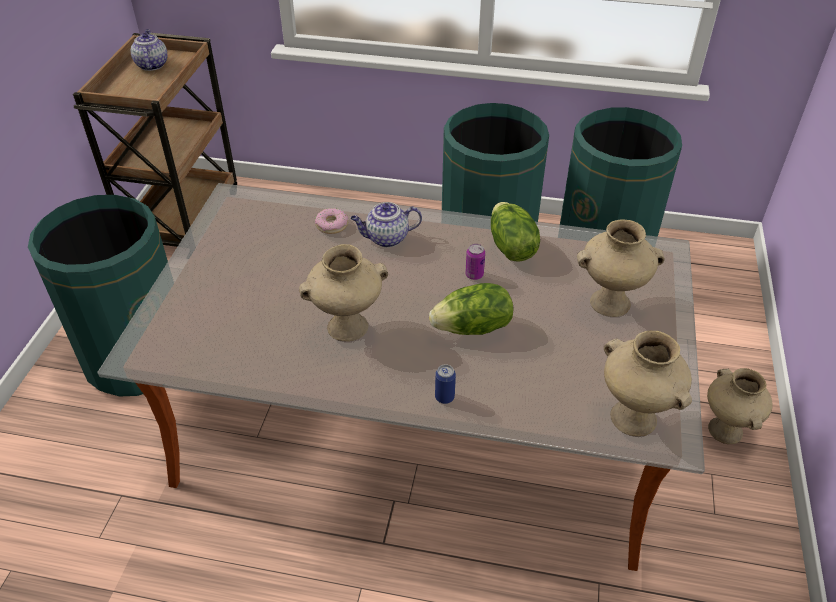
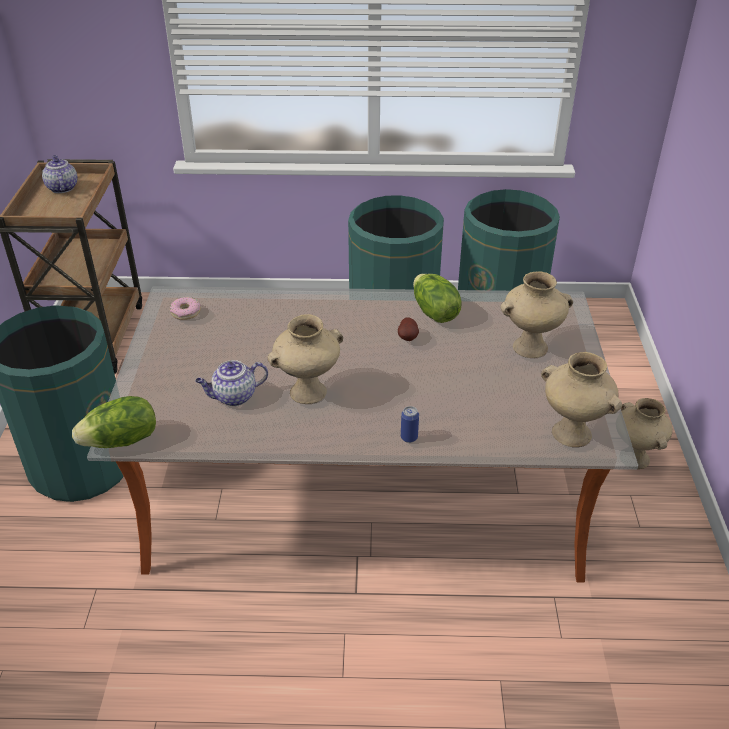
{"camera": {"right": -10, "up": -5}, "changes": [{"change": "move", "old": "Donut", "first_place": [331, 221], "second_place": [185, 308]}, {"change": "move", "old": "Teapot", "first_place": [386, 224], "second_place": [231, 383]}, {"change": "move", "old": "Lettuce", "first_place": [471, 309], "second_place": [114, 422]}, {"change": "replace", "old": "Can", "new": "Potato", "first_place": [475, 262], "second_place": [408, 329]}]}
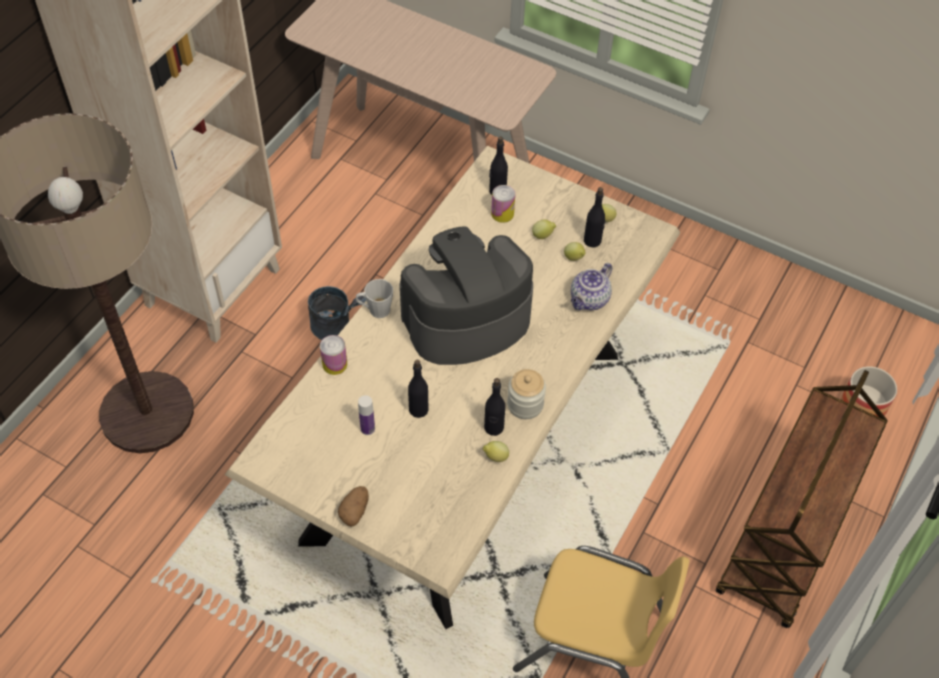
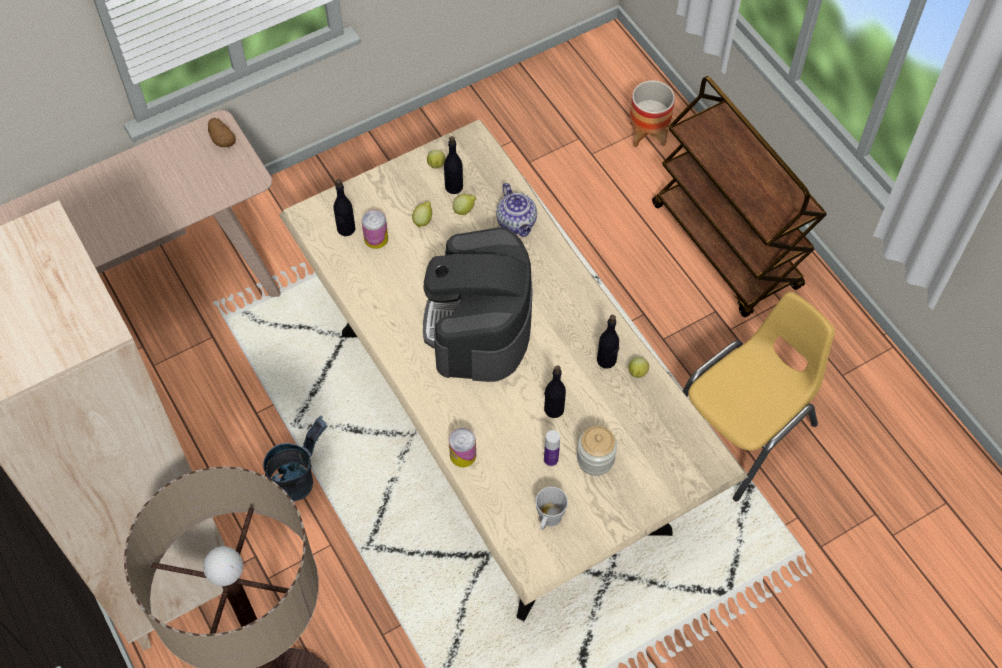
{"camera": {"right": -60, "up": 5}, "changes": [{"change": "move", "old": "Potato", "first_place": [353, 506], "second_place": [222, 132]}, {"change": "move", "old": "GreyMug", "first_place": [374, 298], "second_place": [552, 508]}, {"change": "move", "old": "Jar", "first_place": [526, 394], "second_place": [597, 451]}]}
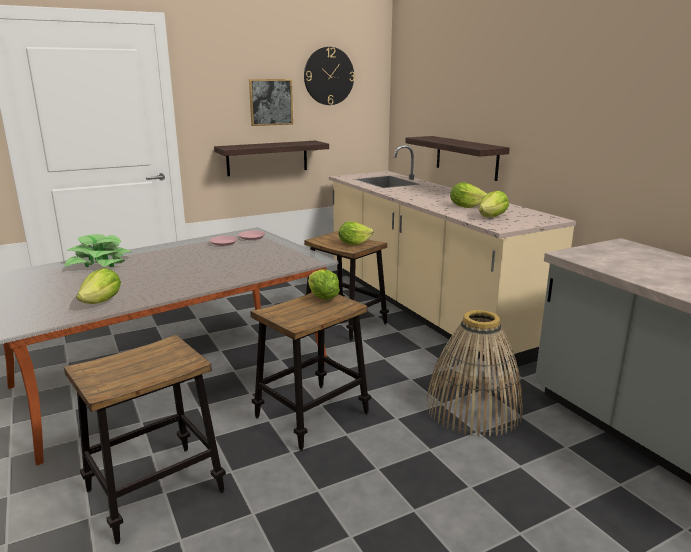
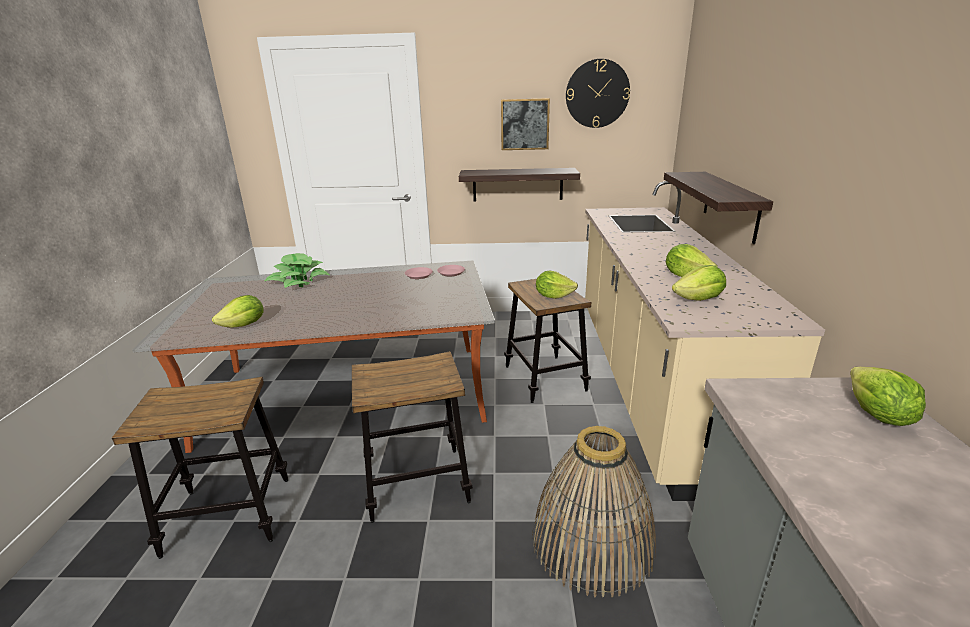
{"camera": {"right": 30, "up": 5}, "changes": [{"change": "move", "old": "Lettuce", "first_place": [324, 284], "second_place": [888, 396]}]}
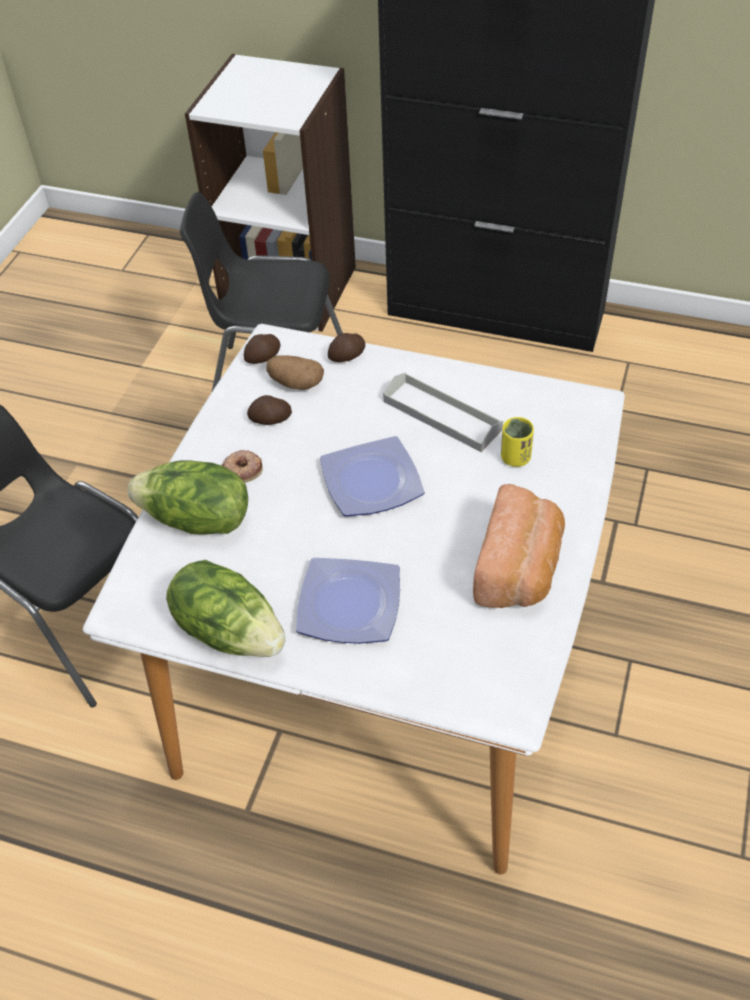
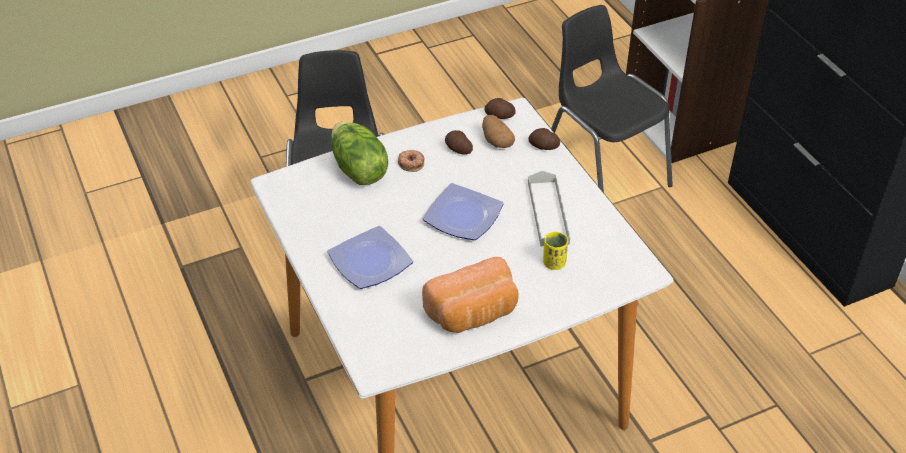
{"camera": {"right": 45, "up": -5}, "changes": [{"change": "delete", "old": "Lettuce", "first_place": [226, 608]}]}
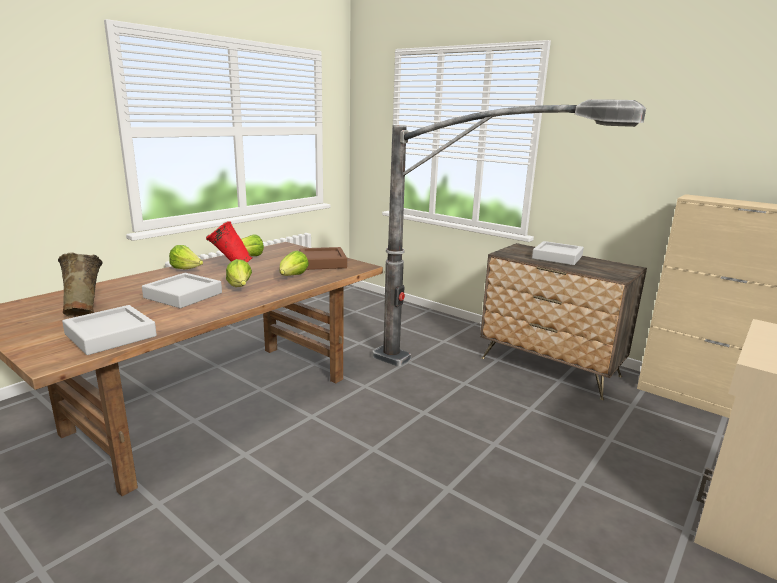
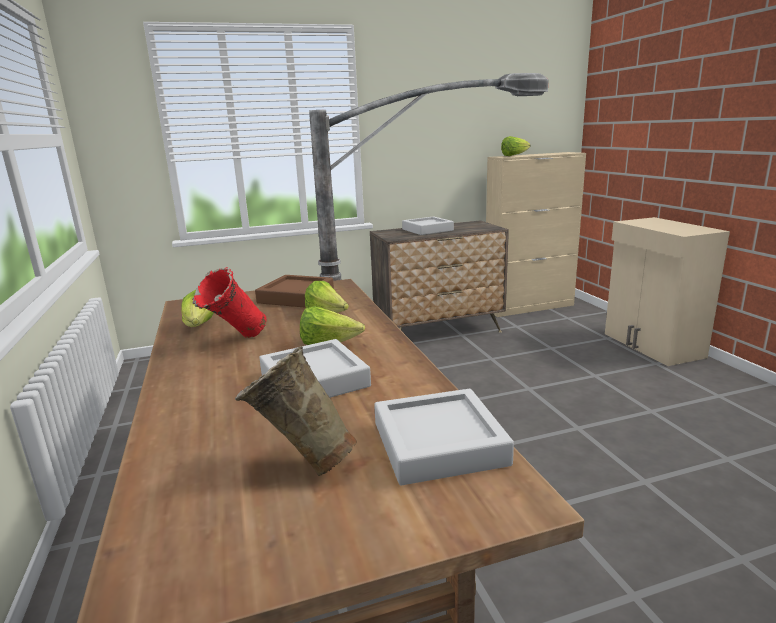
{"camera": {"right": -55, "up": 0}, "changes": [{"change": "move", "old": "Lettuce", "first_place": [186, 257], "second_place": [516, 146]}]}
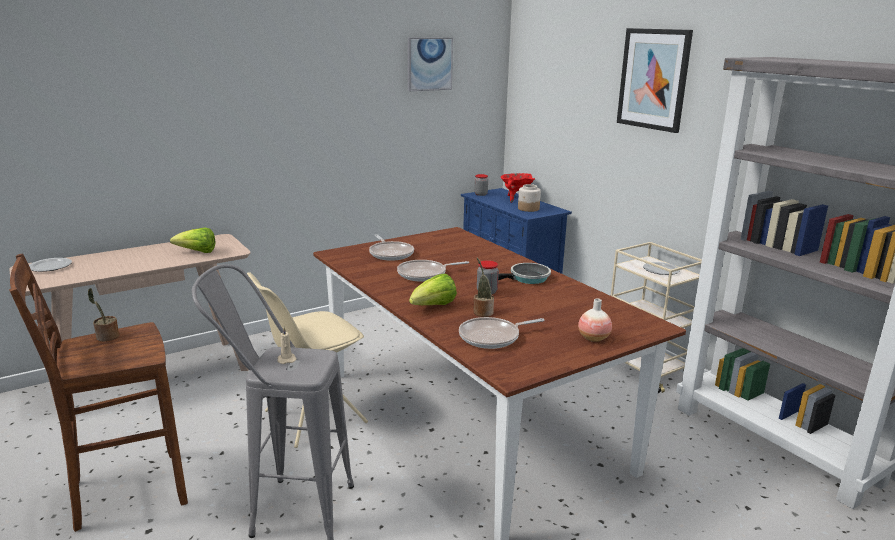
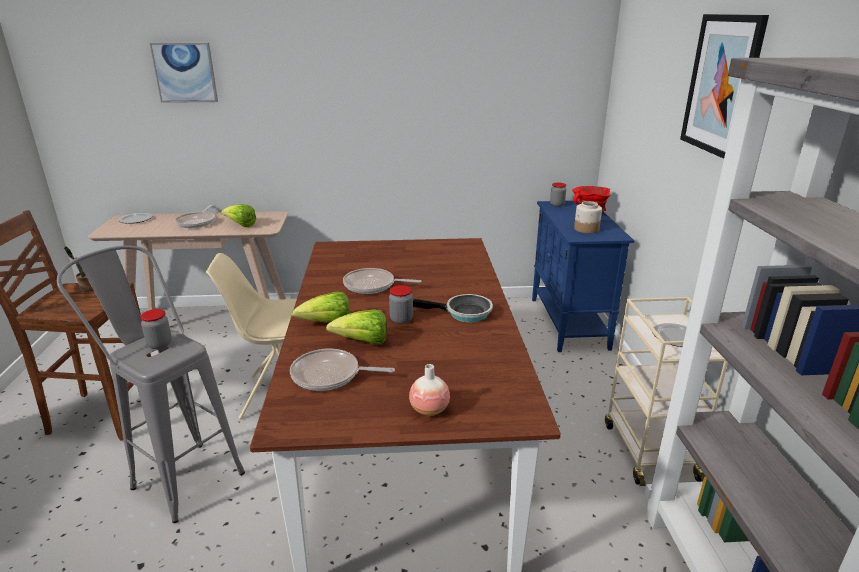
{"camera": {"right": 30, "up": 5}, "changes": [{"change": "replace", "old": "BeigeCandle", "new": "Jar", "first_place": [286, 345], "second_place": [156, 329]}, {"change": "move", "old": "FryingPan", "first_place": [391, 247], "second_place": [195, 216]}, {"change": "move", "old": "Picture", "first_place": [430, 64], "second_place": [184, 73]}, {"change": "replace", "old": "PottedPlant", "new": "Lettuce", "first_place": [484, 287], "second_place": [356, 327]}]}
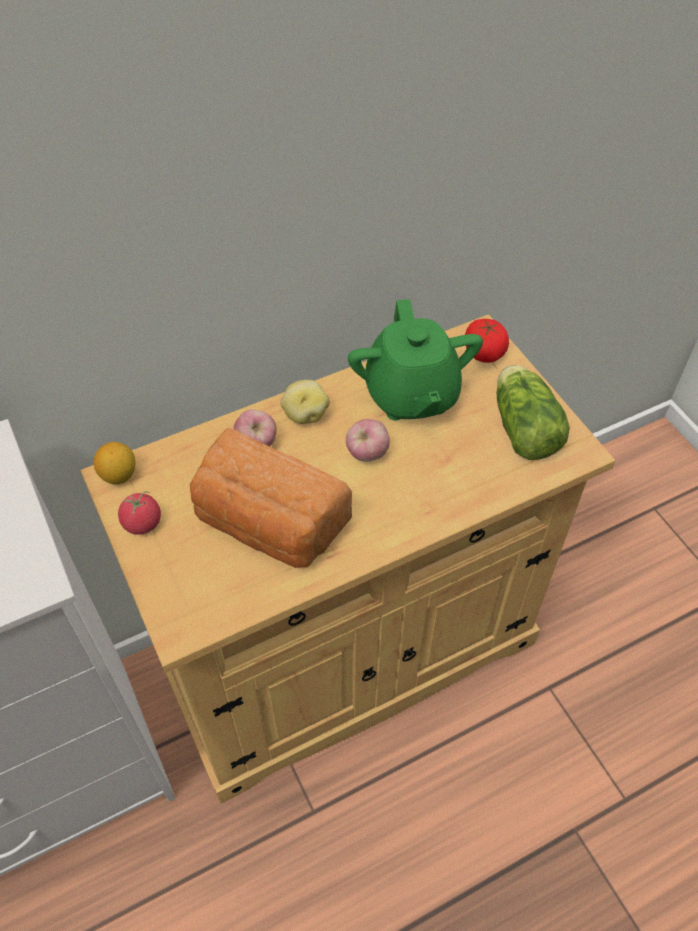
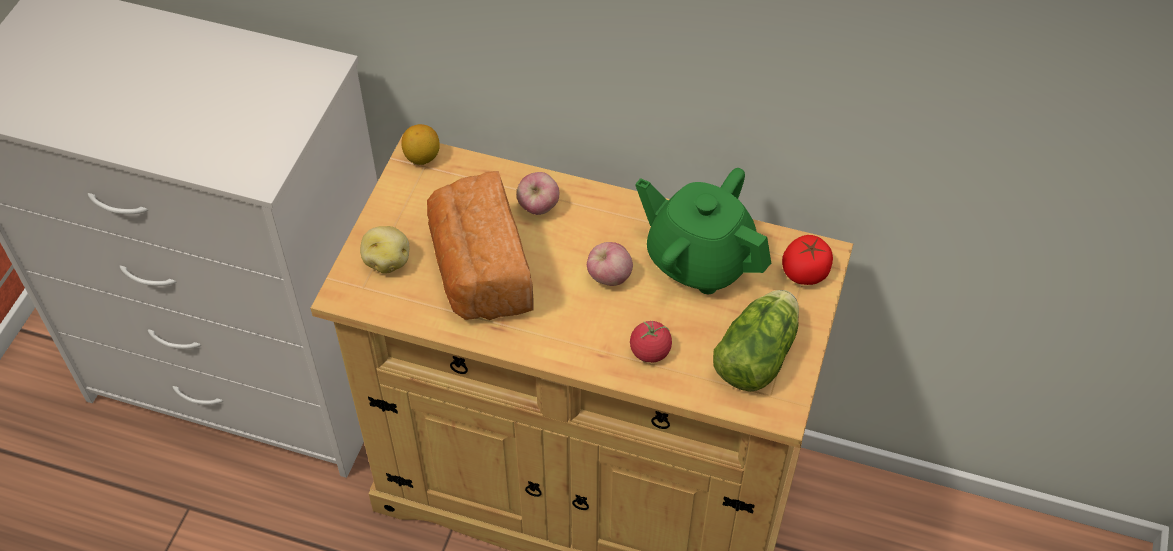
{"camera": {"right": 45, "up": 0}, "changes": [{"change": "move", "old": "Tomato", "first_place": [139, 513], "second_place": [651, 342]}, {"change": "move", "old": "Potato", "first_place": [305, 402], "second_place": [384, 250]}, {"change": "rotate", "old": "GreenTeapot", "first_place": [415, 360], "second_place": [703, 231], "degrees": 90}]}
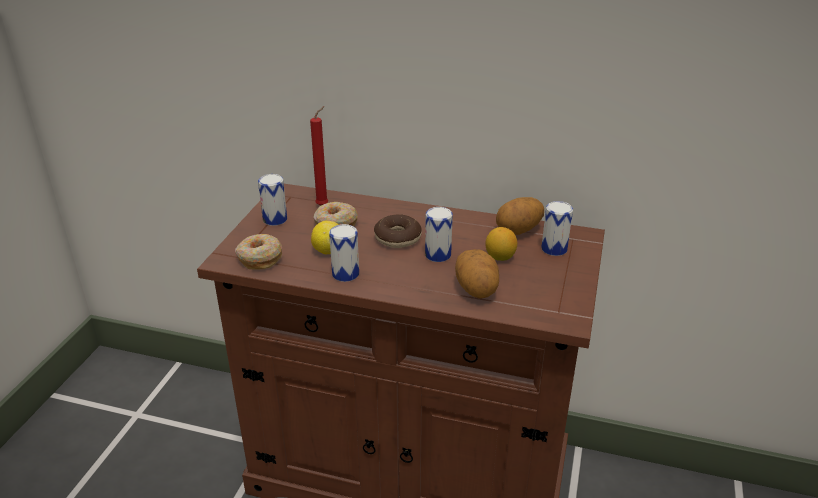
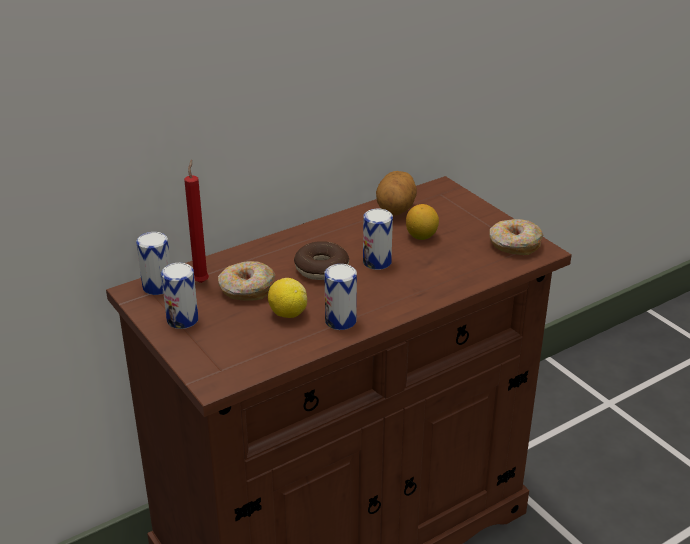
{"camera": {"right": -50, "up": 0}, "changes": [{"change": "move", "old": "Donut", "first_place": [258, 252], "second_place": [516, 237]}, {"change": "delete", "old": "Potato", "first_place": [477, 274]}, {"change": "move", "old": "Can", "first_place": [557, 228], "second_place": [153, 263]}]}
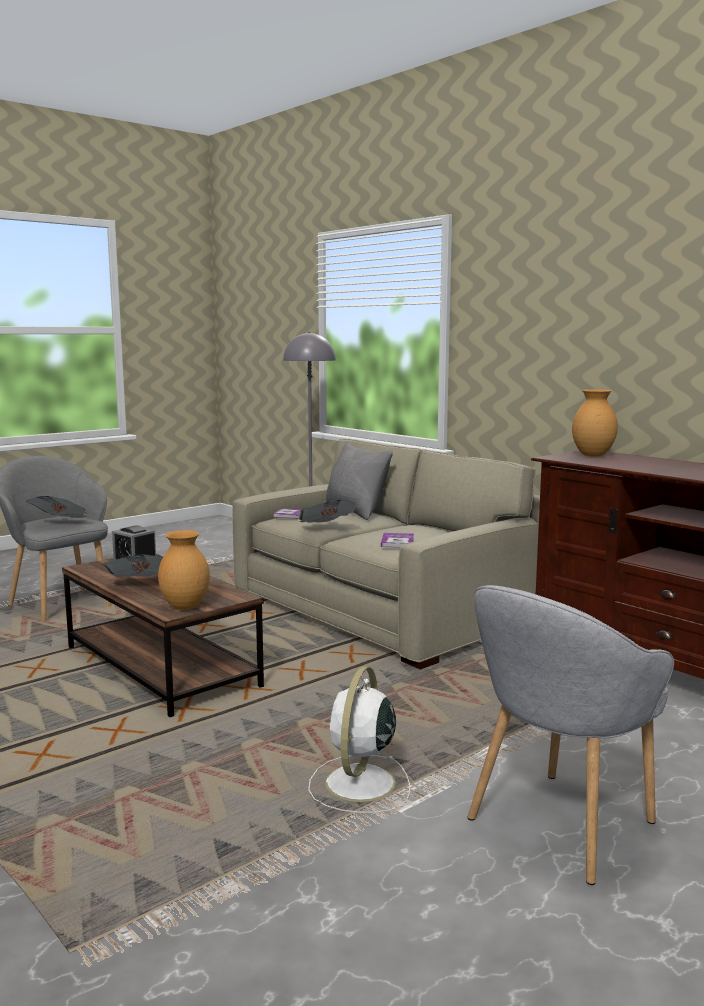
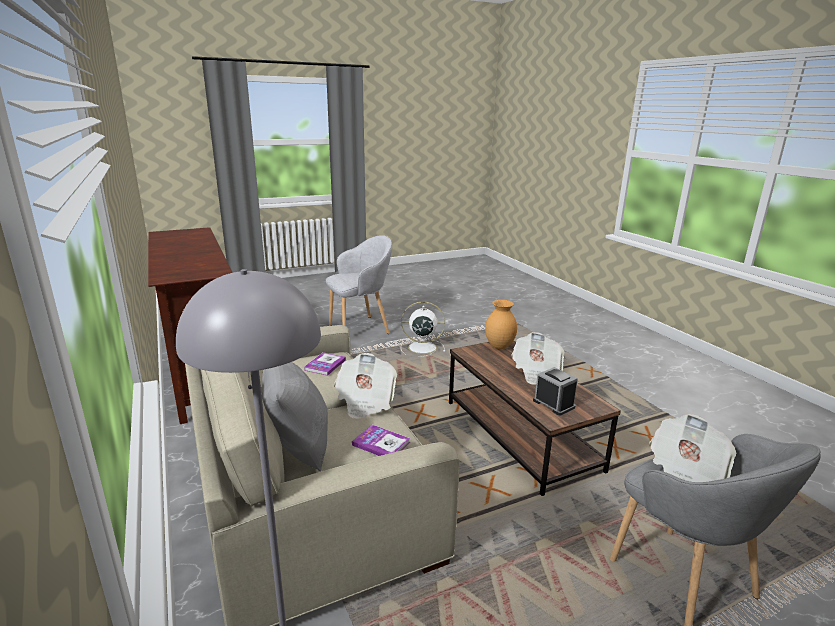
{"camera": {"right": -165, "up": 10}, "changes": [{"change": "rotate", "old": "WhiteFan", "first_place": [359, 740], "second_place": [423, 329], "degrees": -120}, {"change": "delete", "old": "BrownVase", "first_place": [595, 423]}]}
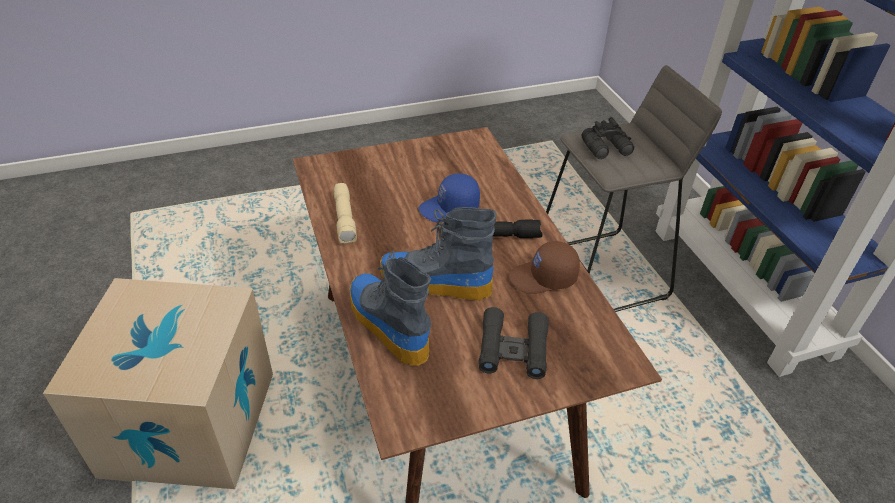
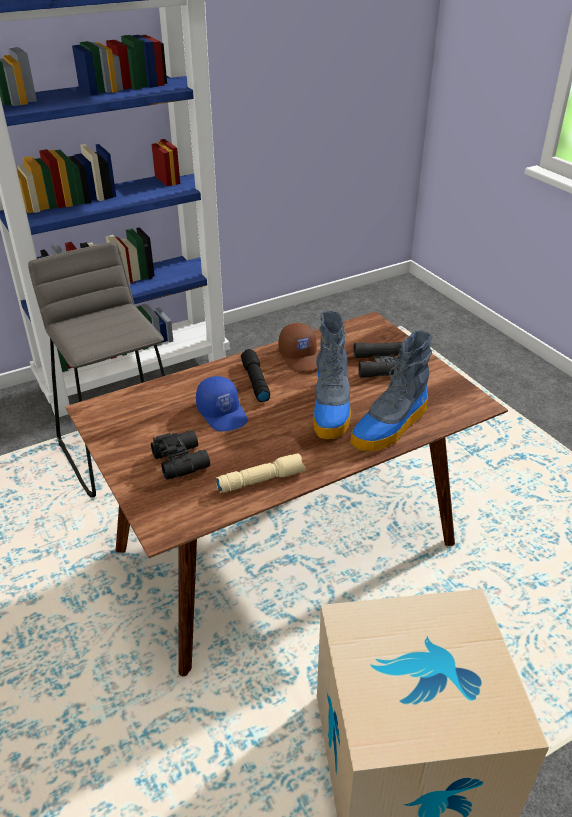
{"camera": {"right": -100, "up": -5}, "changes": [{"change": "move", "old": "BlackBinoculars", "first_place": [607, 138], "second_place": [180, 455]}]}
